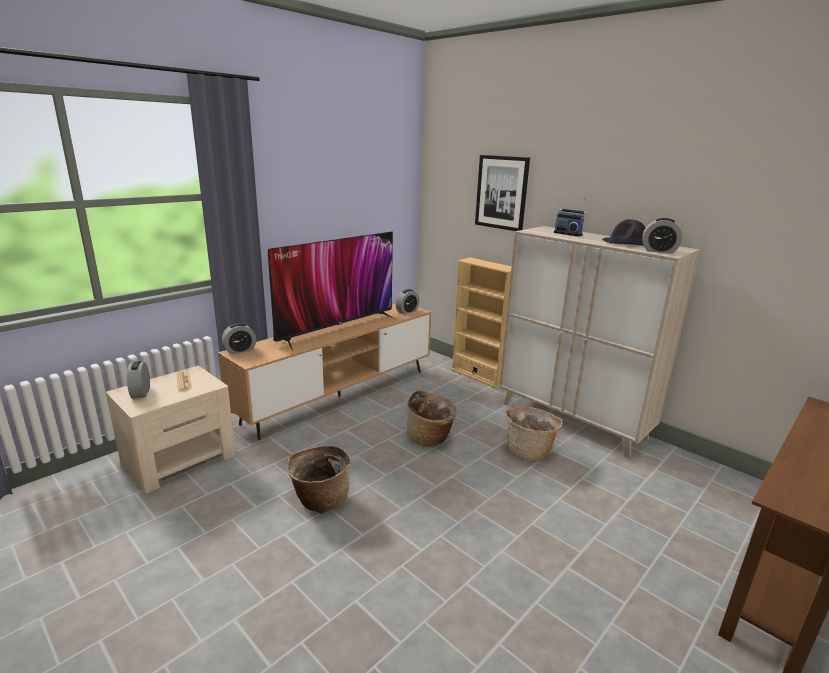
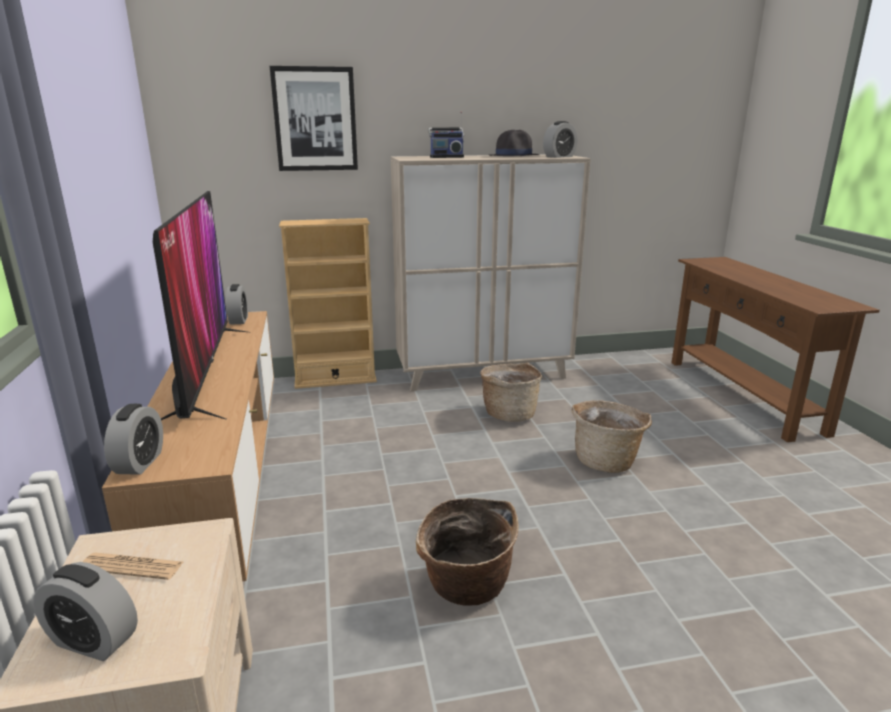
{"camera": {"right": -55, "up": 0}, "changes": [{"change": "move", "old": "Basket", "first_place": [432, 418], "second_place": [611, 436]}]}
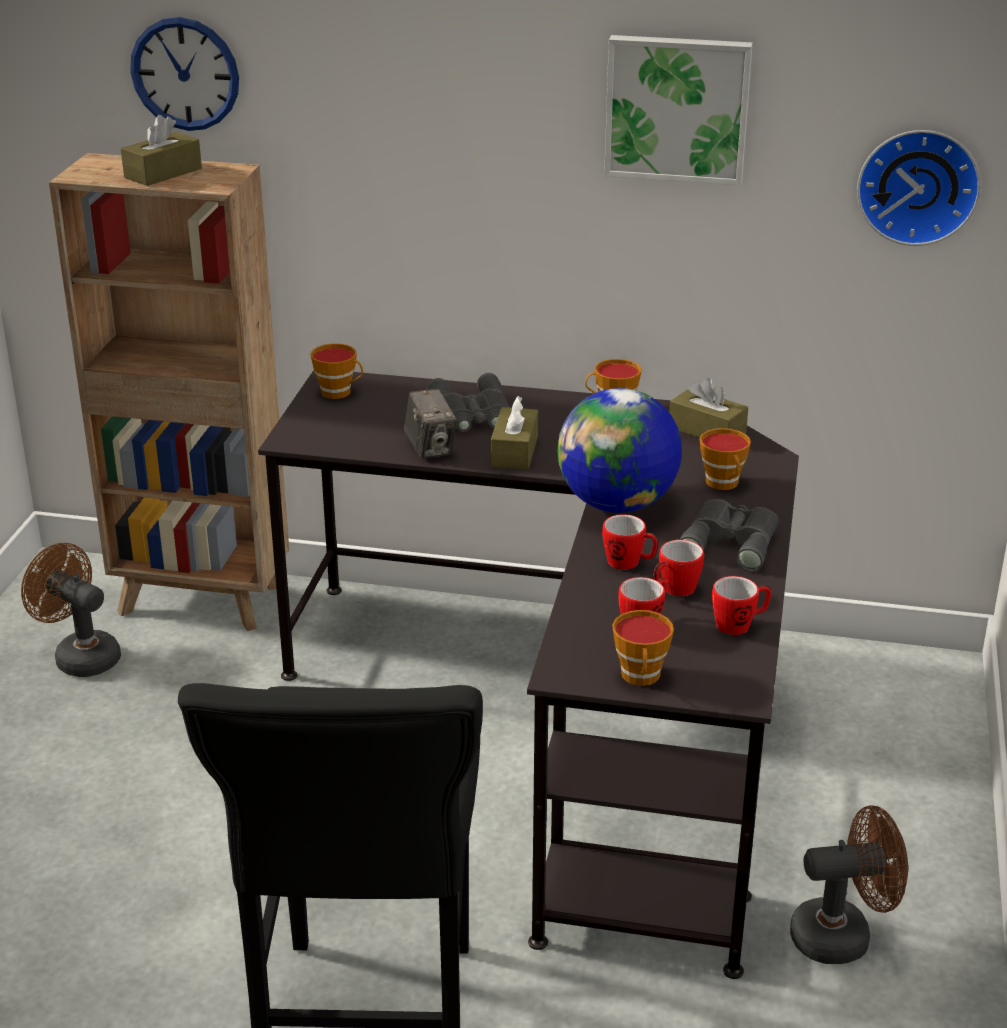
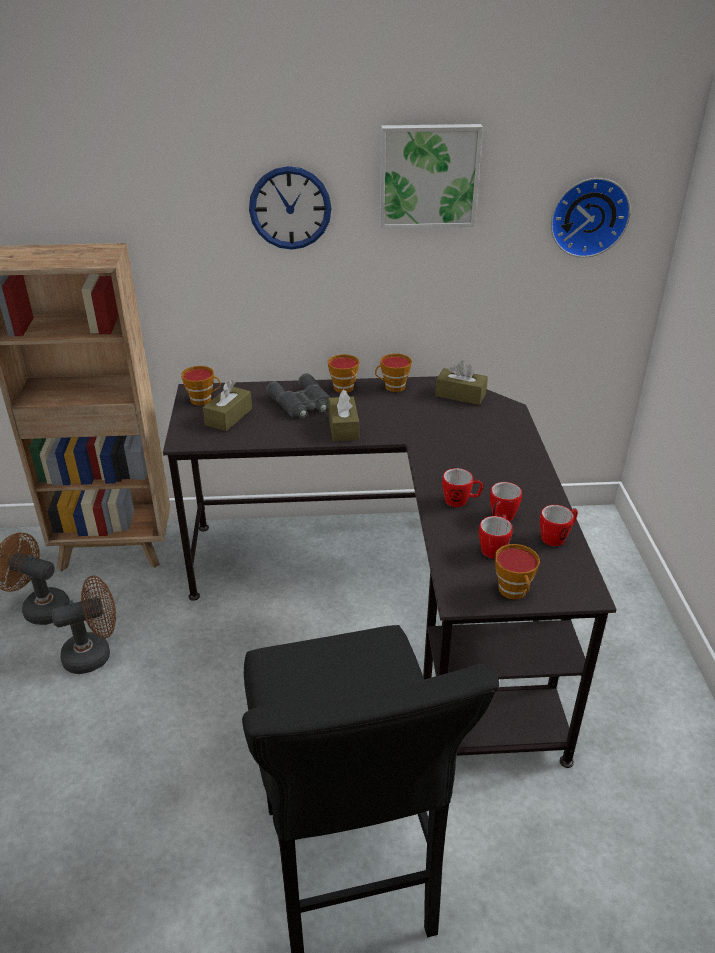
{"camera": {"right": -15, "up": 5}, "changes": [{"change": "move", "old": "BrownTissueBox", "first_place": [161, 150], "second_place": [227, 405]}, {"change": "move", "old": "WallClock", "first_place": [184, 74], "second_place": [290, 208]}, {"change": "delete", "old": "PhotoCamera", "first_place": [430, 424]}, {"change": "delete", "old": "Globe", "first_place": [619, 450]}, {"change": "delete", "old": "GreyBinoculars", "first_place": [729, 535]}, {"change": "move", "old": "Cup", "first_place": [725, 459], "second_place": [343, 373]}, {"change": "move", "old": "BrownFan", "first_place": [849, 885], "second_place": [83, 625]}]}
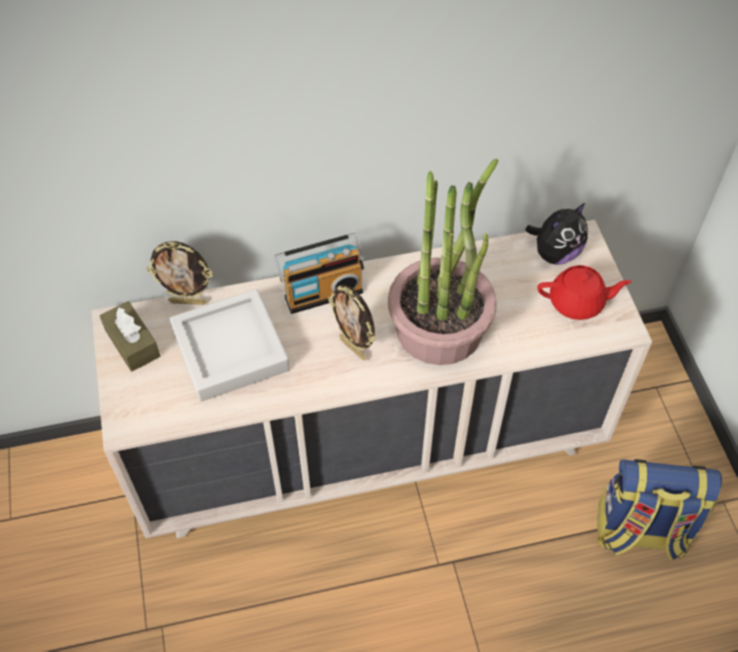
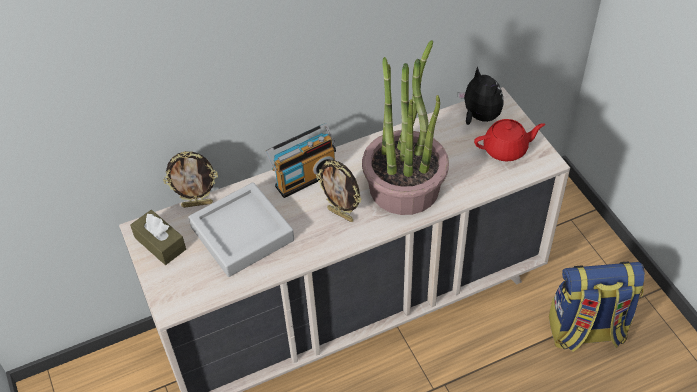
{"camera": {"right": -10, "up": -5}, "changes": [{"change": "rotate", "old": "PlushToy", "first_place": [556, 234], "second_place": [481, 95], "degrees": -75}]}
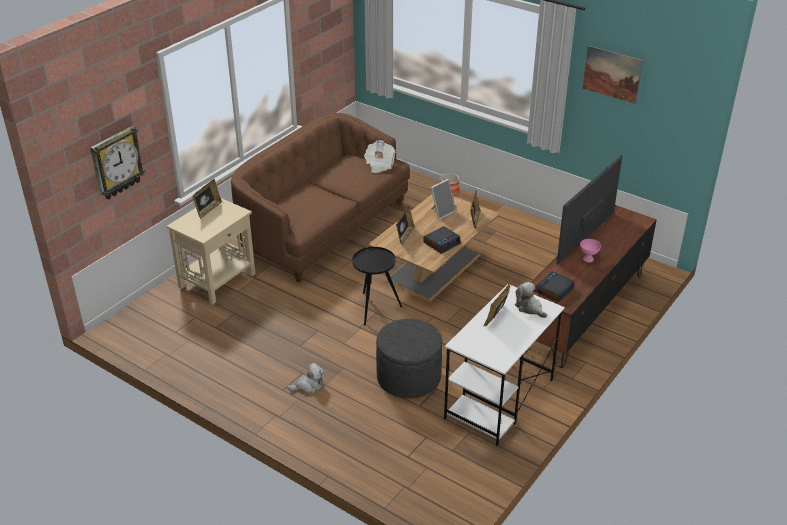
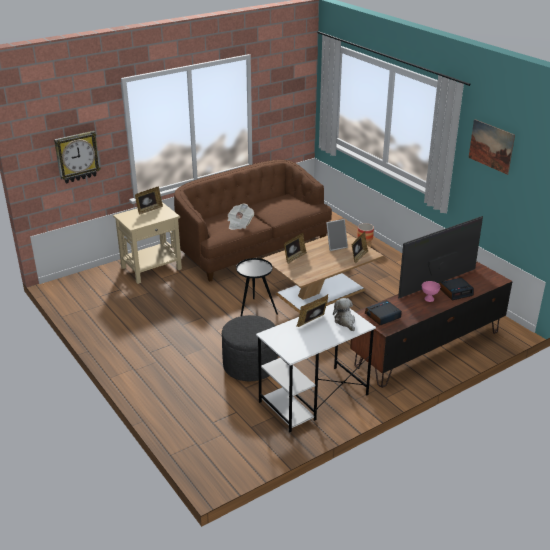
{"camera": {"right": 20, "up": -5}, "changes": [{"change": "delete", "old": "PlushToy", "first_place": [305, 377]}, {"change": "move", "old": "Newspaper", "first_place": [379, 156], "second_place": [240, 217]}, {"change": "move", "old": "AlarmClock", "first_place": [442, 240], "second_place": [456, 289]}]}
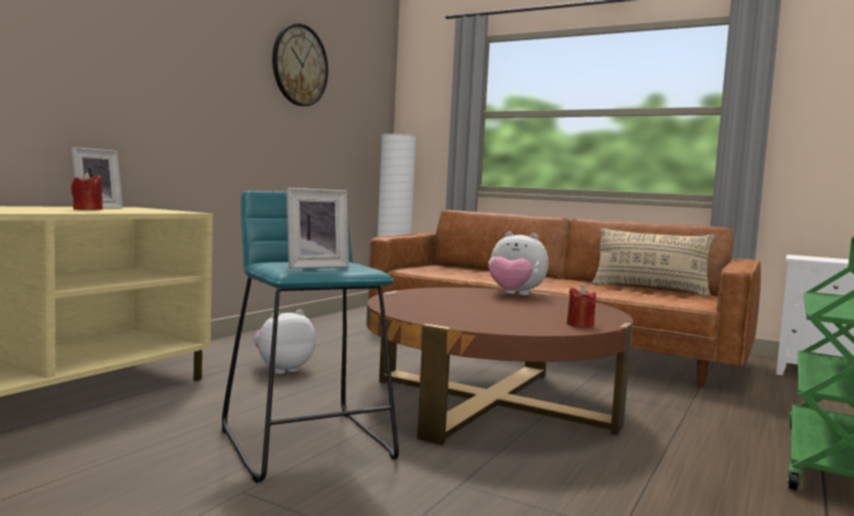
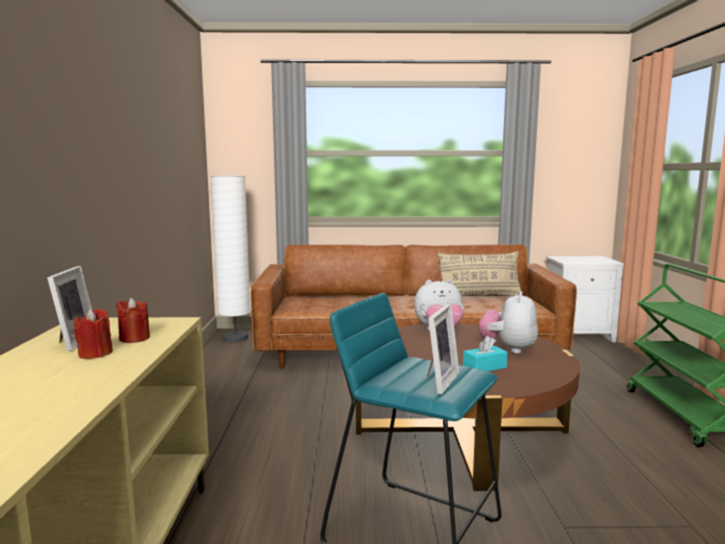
{"camera": {"right": -30, "up": 5}, "changes": [{"change": "move", "old": "PlushToy", "first_place": [285, 341], "second_place": [508, 322]}, {"change": "delete", "old": "WallClock", "first_place": [300, 65]}, {"change": "move", "old": "RedCandle", "first_place": [581, 307], "second_place": [133, 320]}, {"change": "insert", "new": "TurquoiseTissueBox", "second_place": [485, 353]}]}
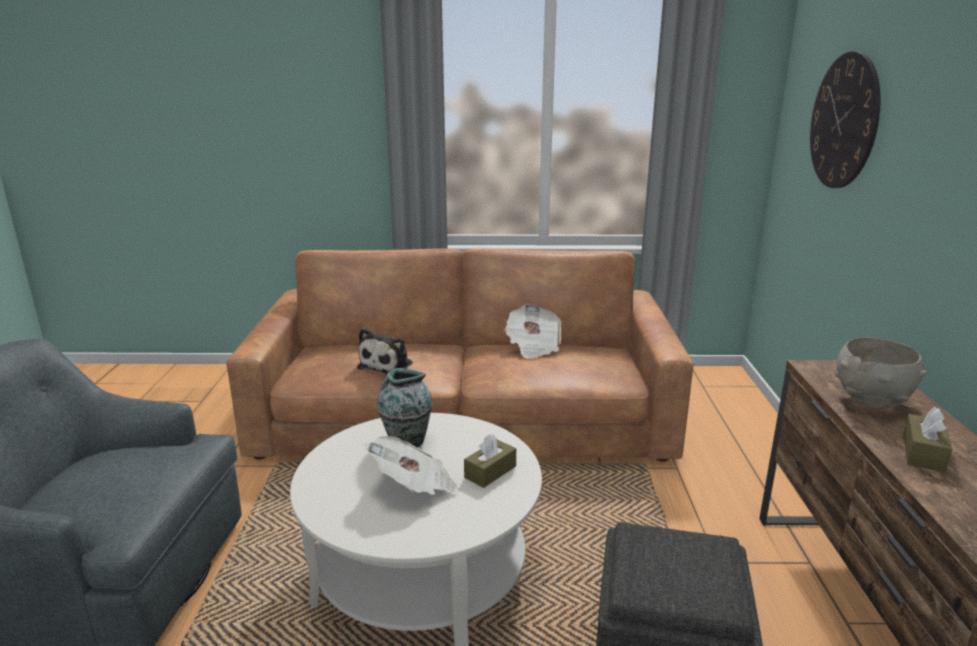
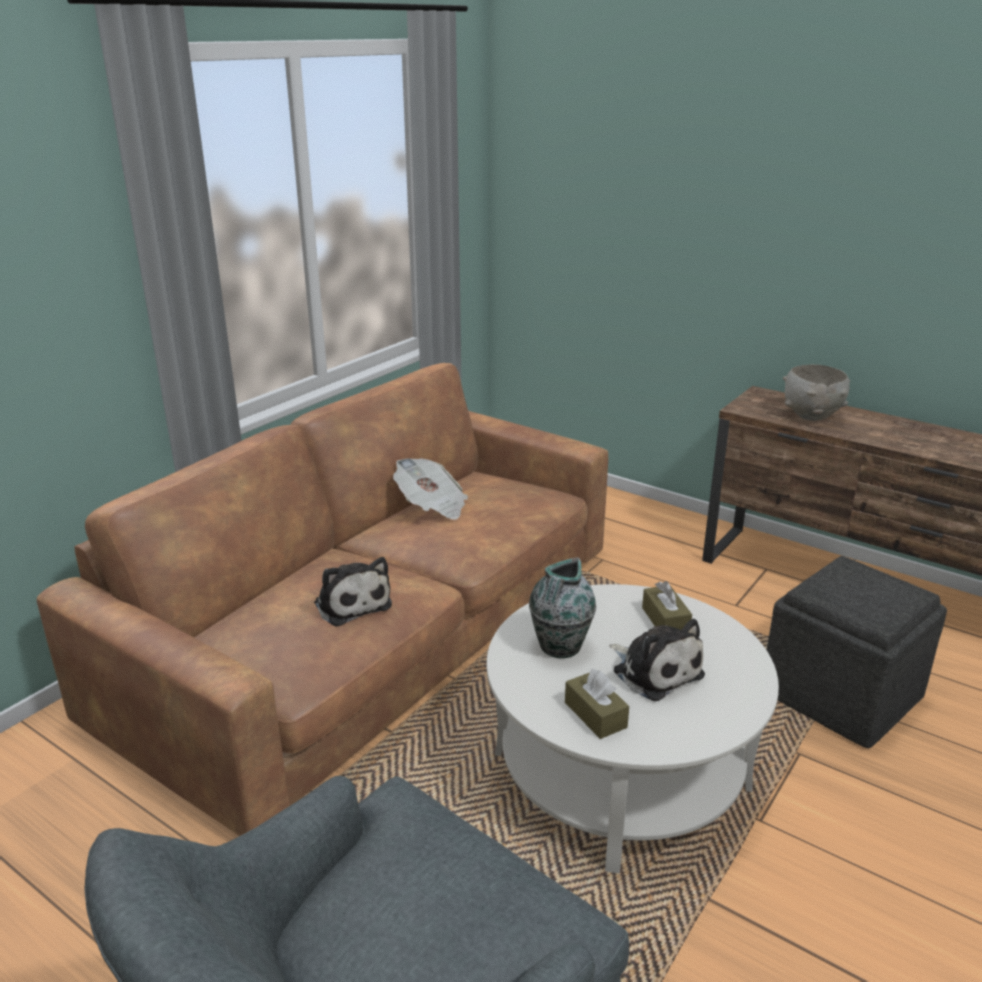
{"camera": {"right": -55, "up": 5}, "changes": [{"change": "replace", "old": "Newspaper", "new": "PlushToy", "first_place": [412, 465], "second_place": [657, 660]}, {"change": "delete", "old": "WallClock", "first_place": [845, 119]}, {"change": "move", "old": "BrownTissueBox", "first_place": [927, 439], "second_place": [597, 704]}]}
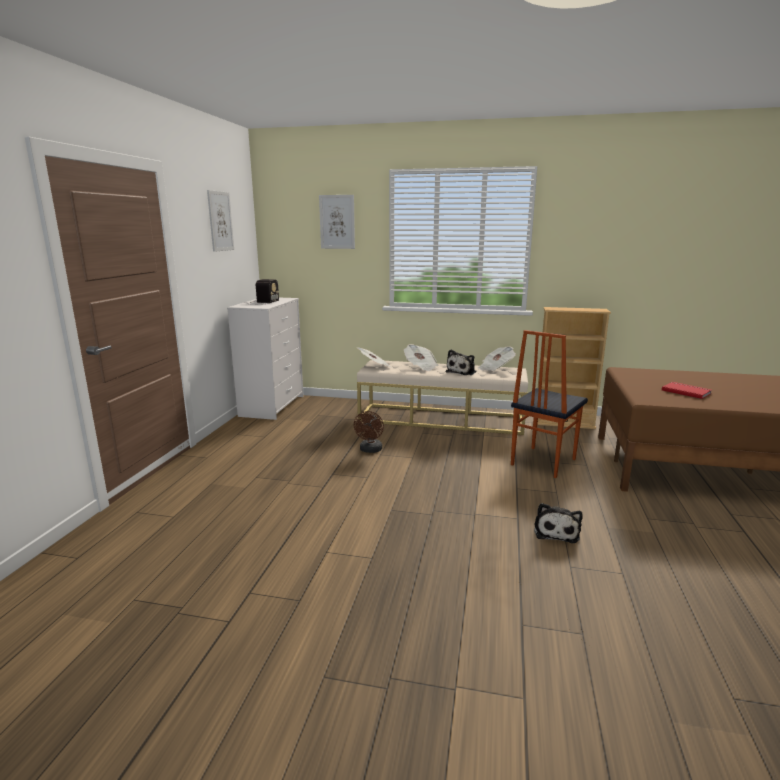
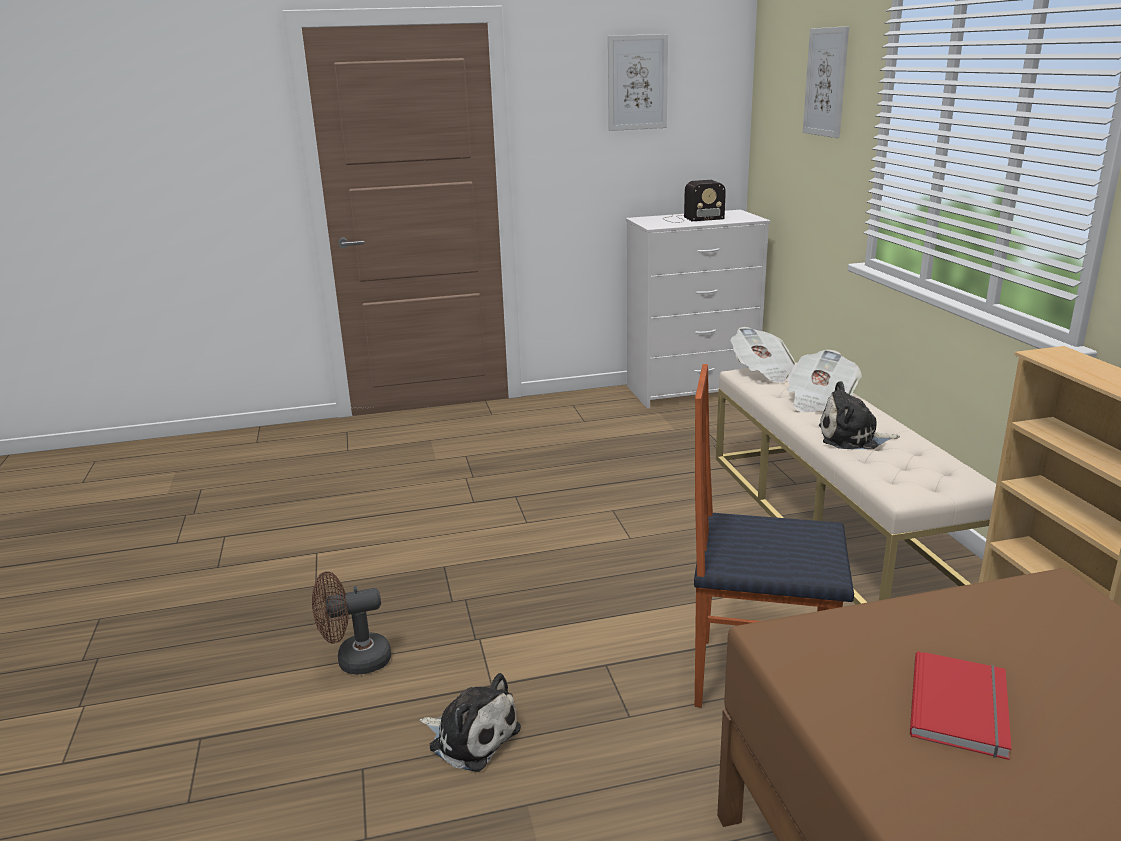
{"camera": {"right": 65, "up": 5}, "changes": [{"change": "move", "old": "BrownFan", "first_place": [369, 432], "second_place": [351, 623]}, {"change": "delete", "old": "Newspaper", "first_place": [497, 358]}, {"change": "rotate", "old": "PlushToy", "first_place": [558, 523], "second_place": [470, 722], "degrees": -135}]}
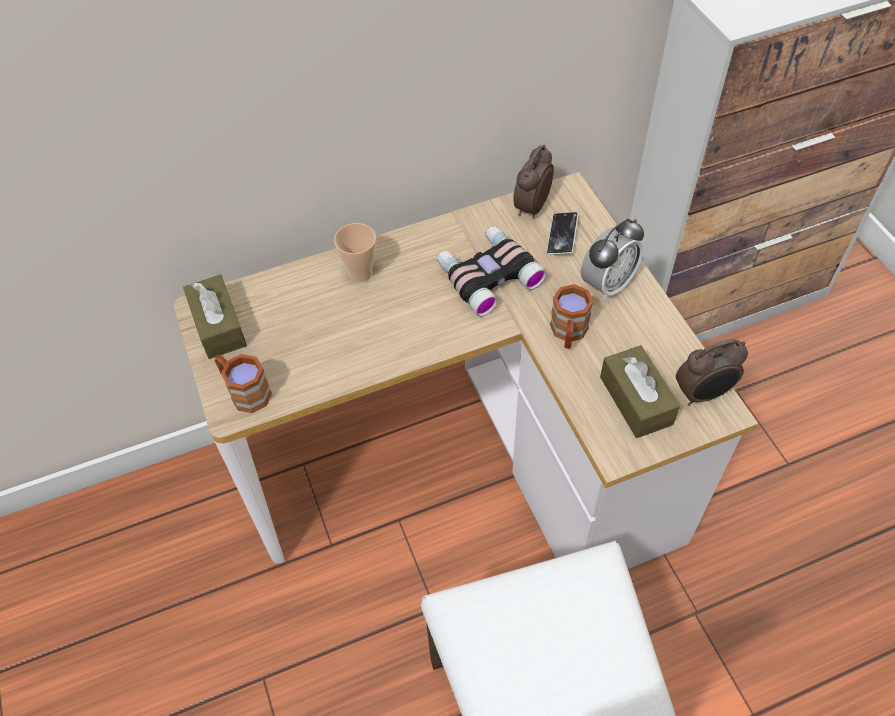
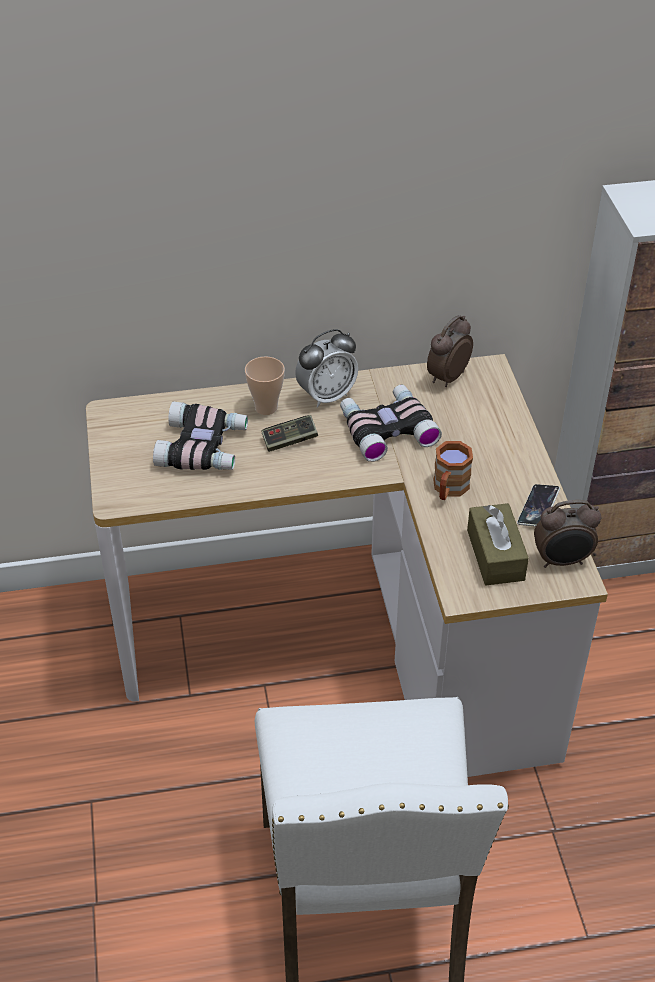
{"camera": {"right": 10, "up": -10}, "changes": [{"change": "delete", "old": "BrownTissueBox", "first_place": [215, 317]}, {"change": "delete", "old": "BrownMug", "first_place": [243, 383]}, {"change": "move", "old": "Phone", "first_place": [563, 233], "second_place": [538, 505]}, {"change": "move", "old": "AlarmClock", "first_place": [612, 259], "second_place": [326, 368]}, {"change": "insert", "new": "Binoculars", "second_place": [200, 435]}, {"change": "insert", "new": "GameController", "second_place": [289, 433]}]}
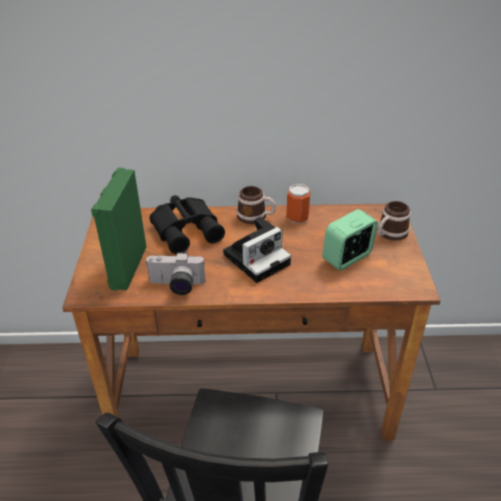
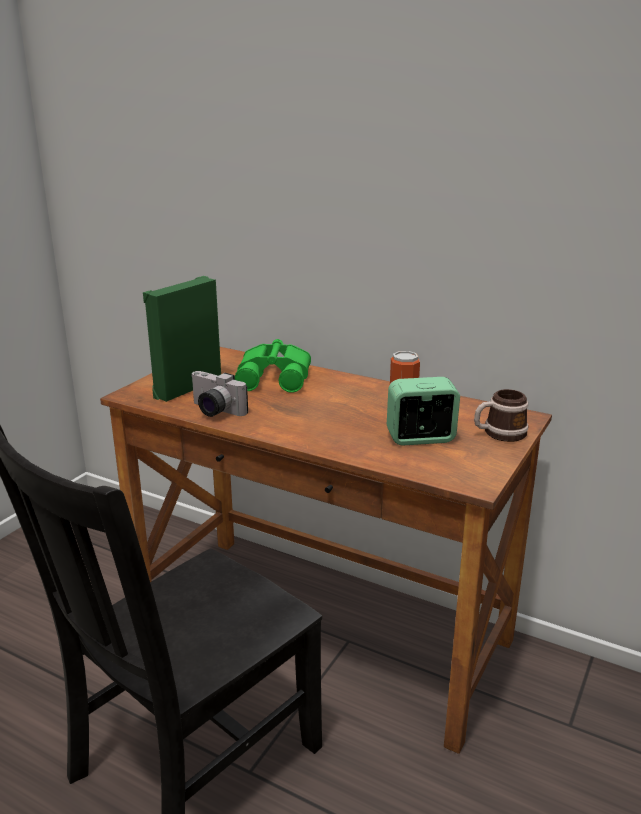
{"camera": {"right": 30, "up": -15}, "changes": [{"change": "recolor", "old": "BlackBinoculars", "new": "GreenBinoculars", "first_place": [187, 224], "second_place": [273, 366]}, {"change": "delete", "old": "PhotoCamera", "first_place": [257, 249]}, {"change": "delete", "old": "Mug", "first_place": [256, 205]}]}
